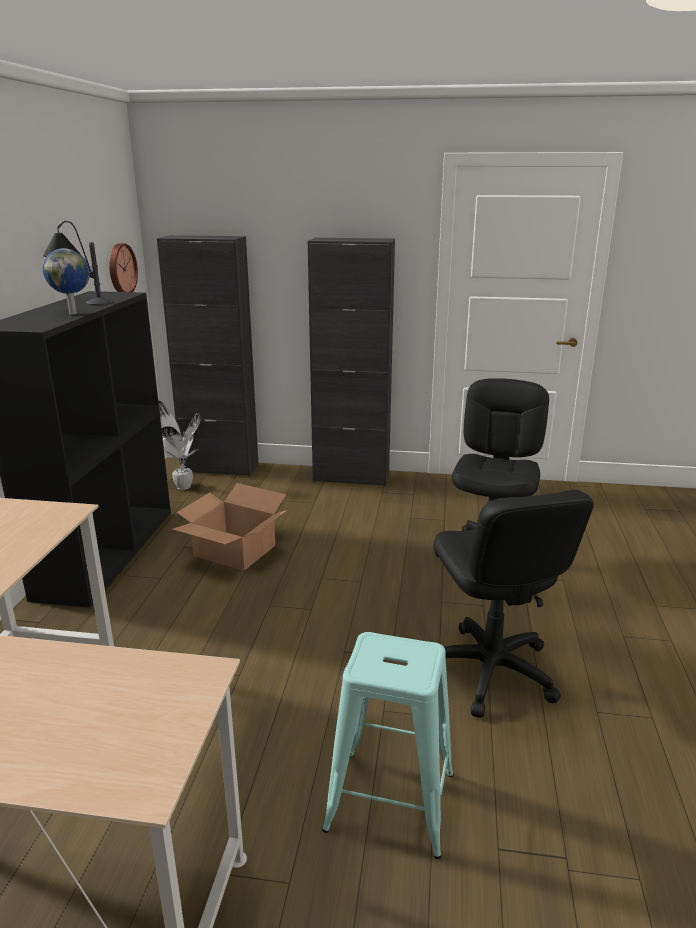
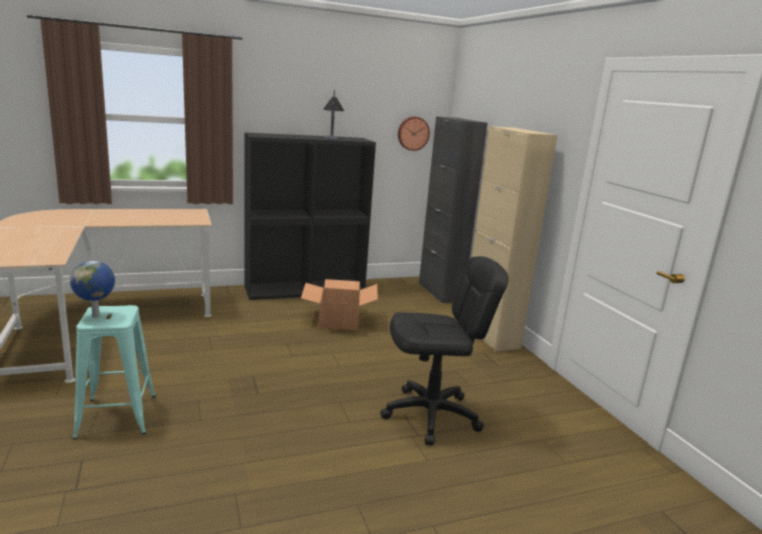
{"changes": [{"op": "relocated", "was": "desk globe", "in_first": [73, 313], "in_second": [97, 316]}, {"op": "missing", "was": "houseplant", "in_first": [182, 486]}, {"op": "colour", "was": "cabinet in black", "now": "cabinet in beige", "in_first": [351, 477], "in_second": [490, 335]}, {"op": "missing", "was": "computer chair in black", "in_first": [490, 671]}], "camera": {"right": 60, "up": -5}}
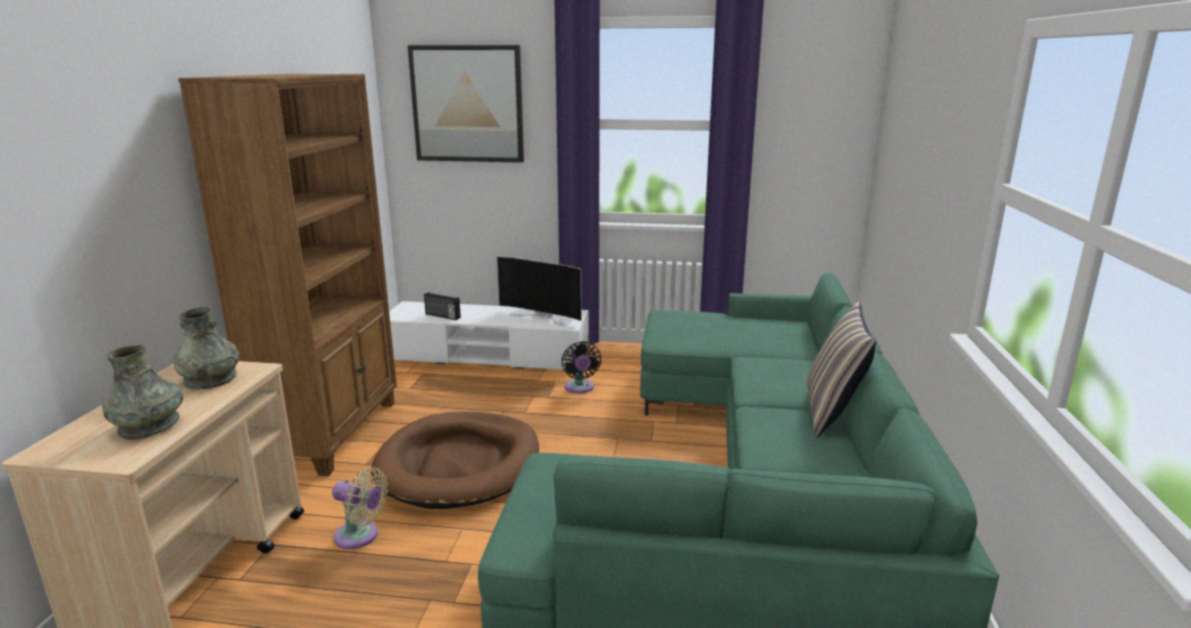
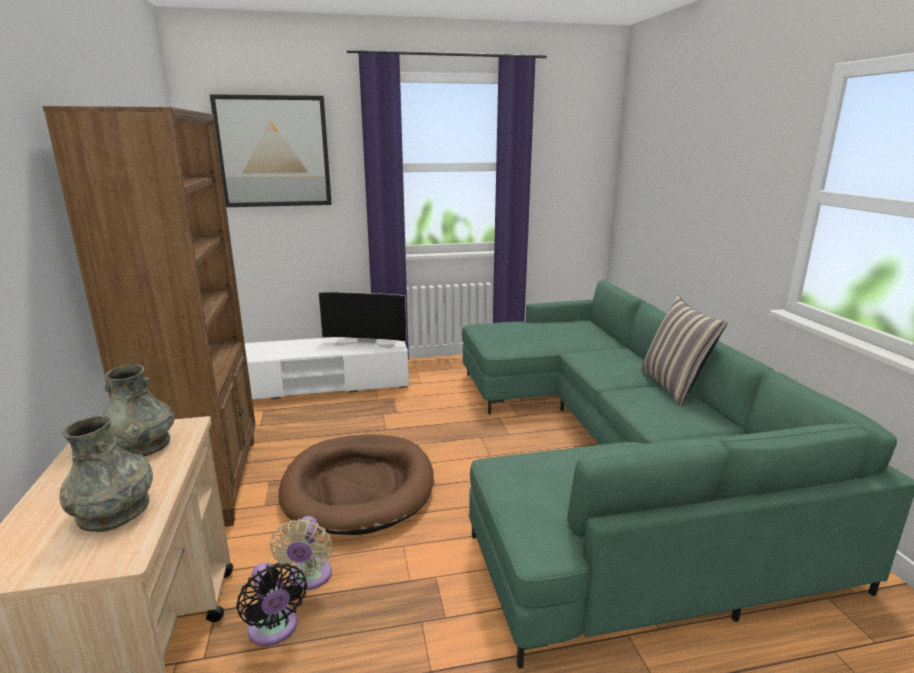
{"changes": [{"op": "spun", "was": "cooling fan in beige", "in_first": [360, 536], "in_second": [309, 578], "clockwise": 90}, {"op": "missing", "was": "radio set", "in_first": [442, 316]}, {"op": "relocated", "was": "cooling fan in black", "in_first": [579, 388], "in_second": [274, 630]}], "camera": {"right": -20, "up": 0}}
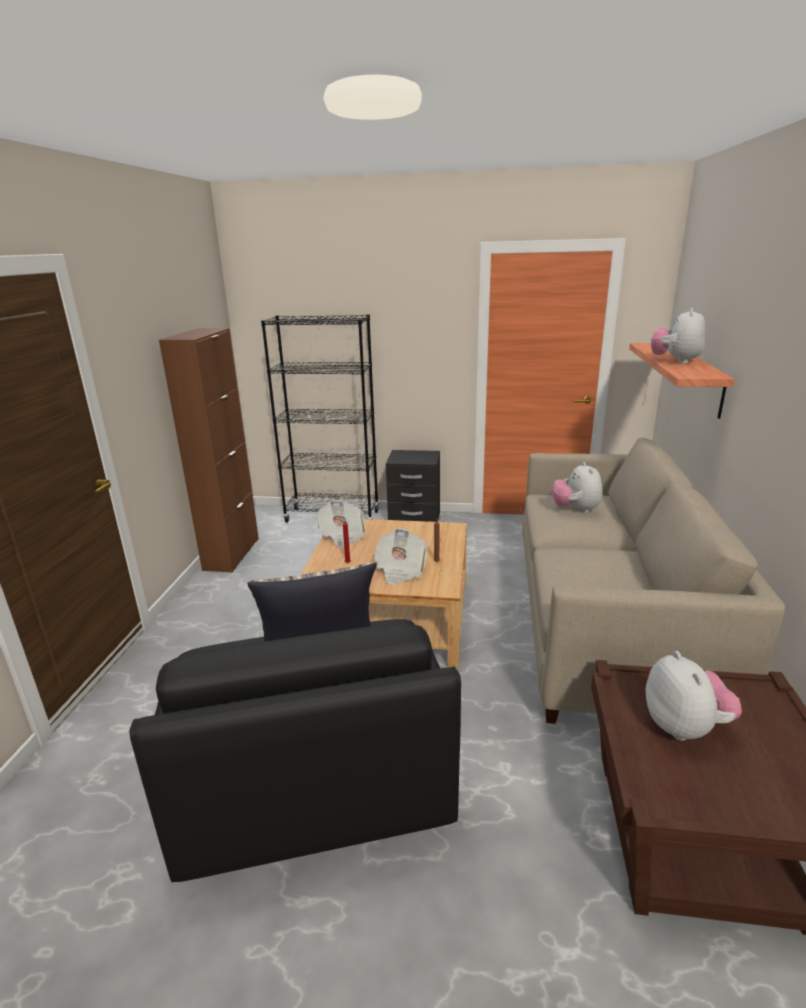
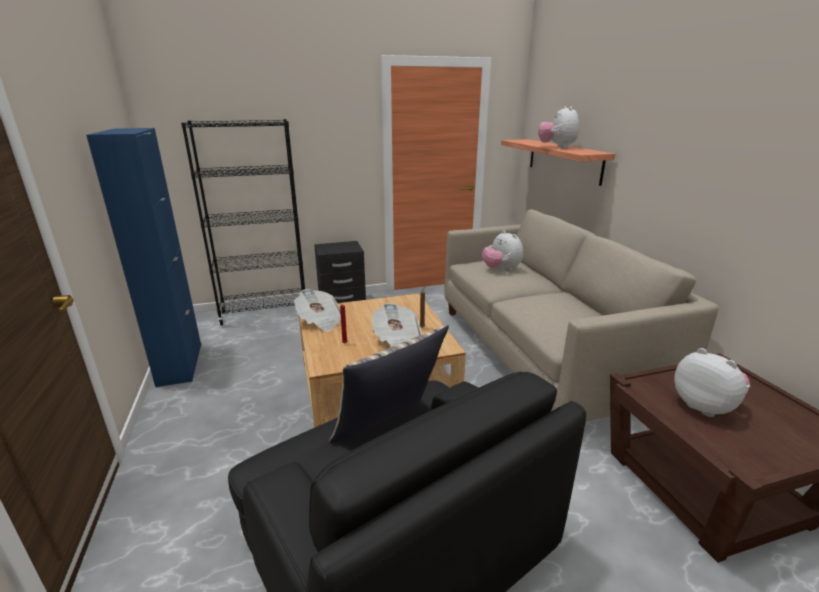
{"changes": [{"op": "colour", "was": "cabinet in brown-coloured", "now": "cabinet in blue-coloured", "in_first": [231, 554], "in_second": [180, 364]}], "camera": {"right": -25, "up": 0}}
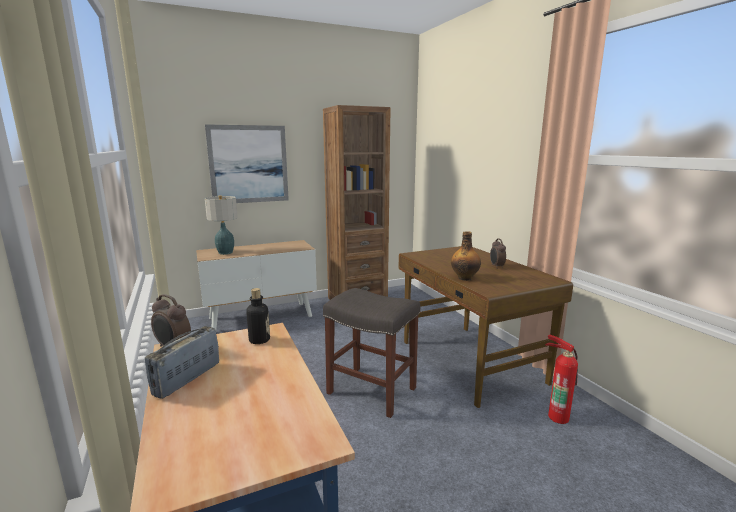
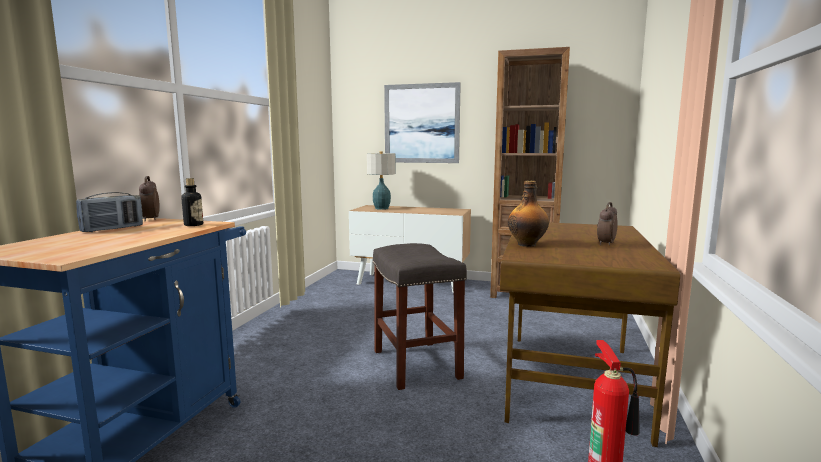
{"changes": [{"op": "spun", "was": "radio set", "in_first": [187, 379], "in_second": [112, 229], "clockwise": 150}], "camera": {"right": 40, "up": -5}}
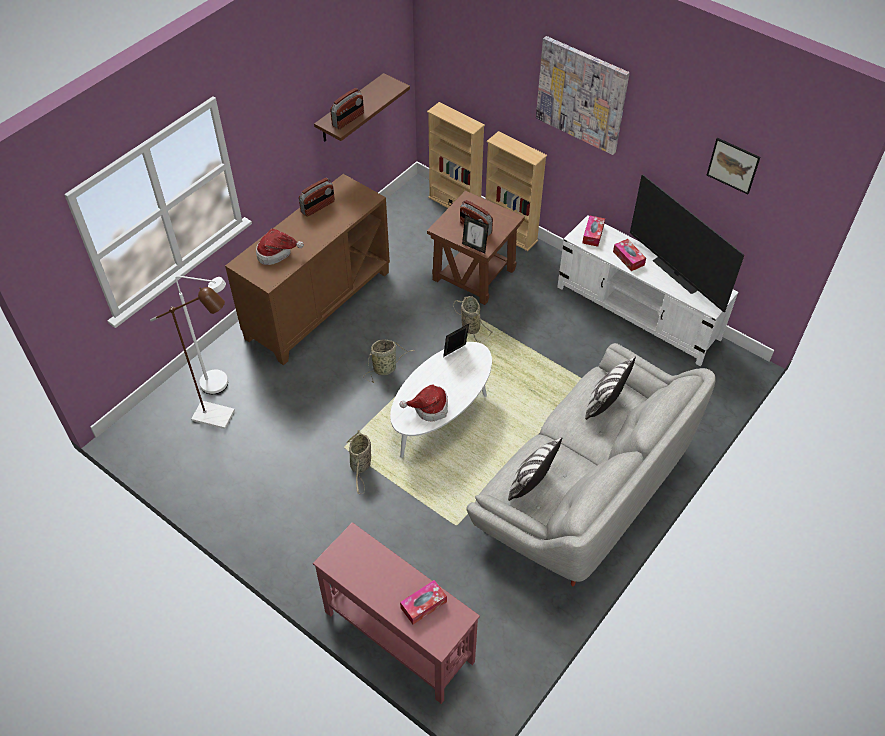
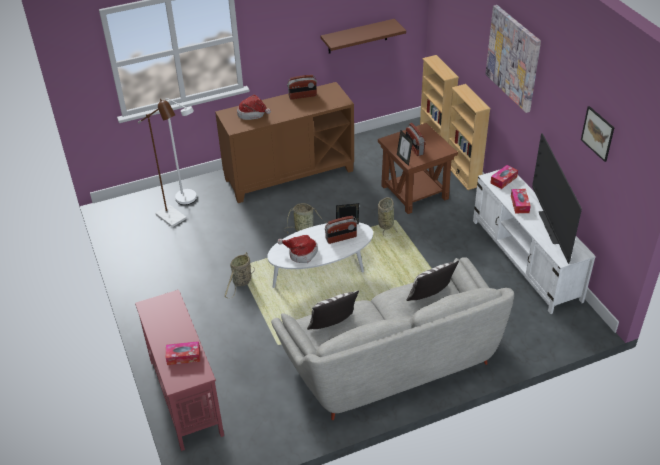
{"changes": [{"op": "relocated", "was": "radio set", "in_first": [348, 120], "in_second": [341, 238]}], "camera": {"right": 30, "up": -10}}
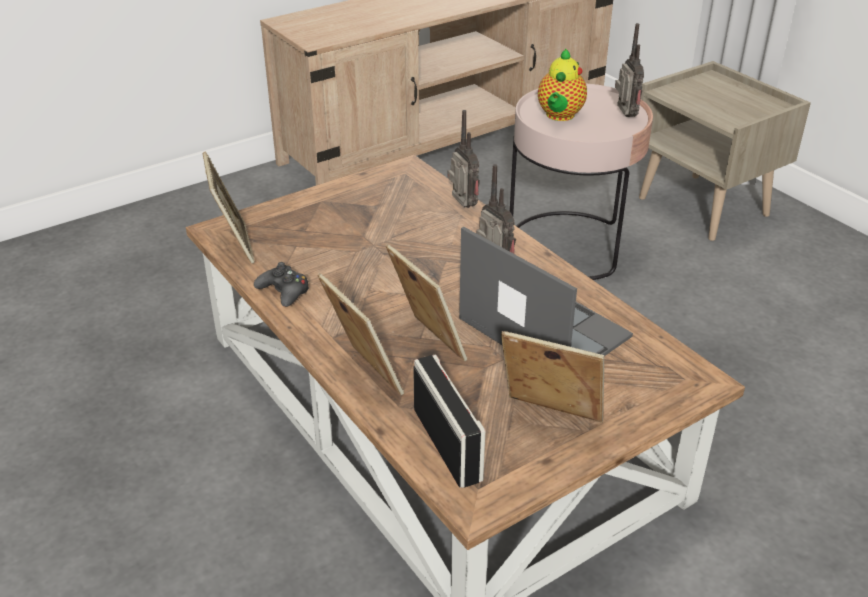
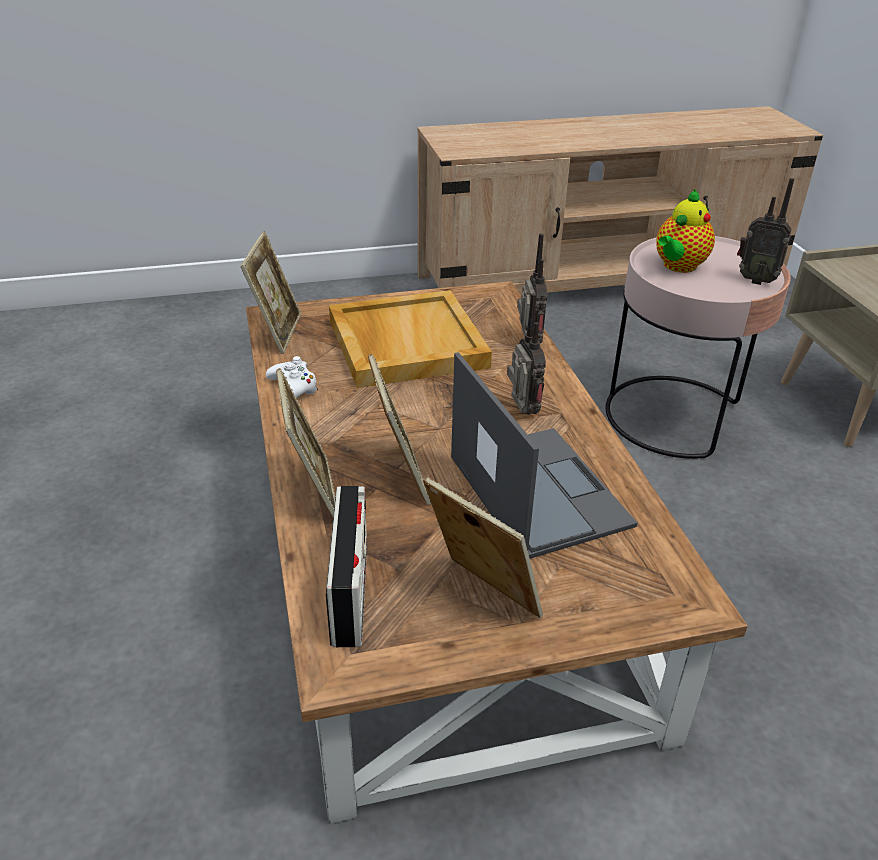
{"changes": [{"op": "colour", "was": "joypad in black", "now": "joypad in white-coloured", "in_first": [284, 291], "in_second": [293, 388]}, {"op": "spun", "was": "radio set", "in_first": [624, 116], "in_second": [754, 280], "clockwise": 105}, {"op": "appeared", "now": "tray in beige", "in_second": [405, 343]}], "camera": {"right": 20, "up": 0}}
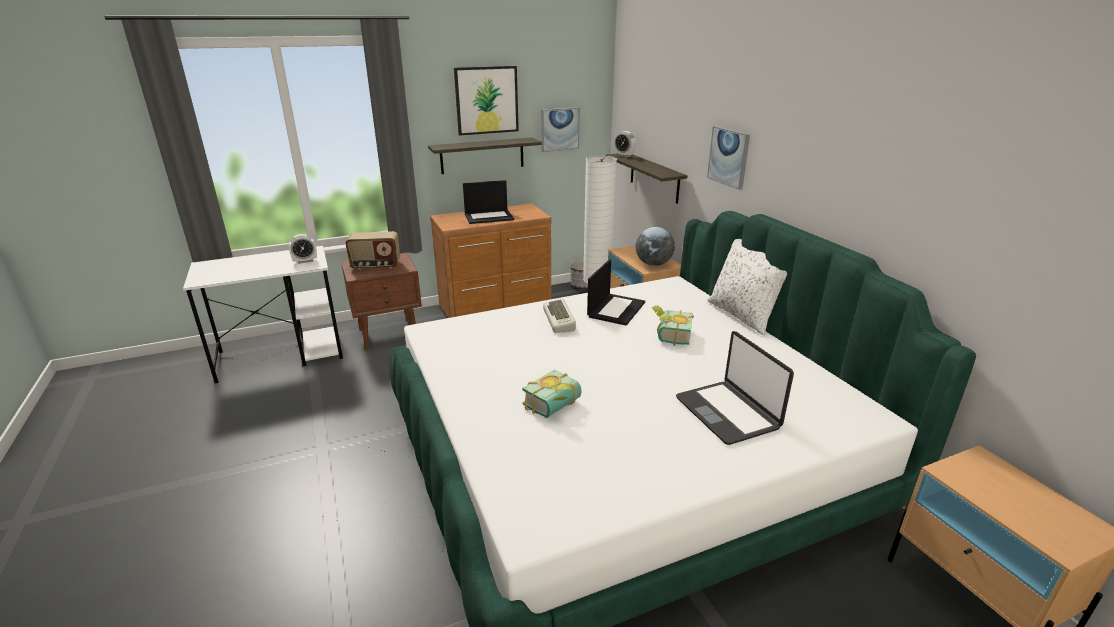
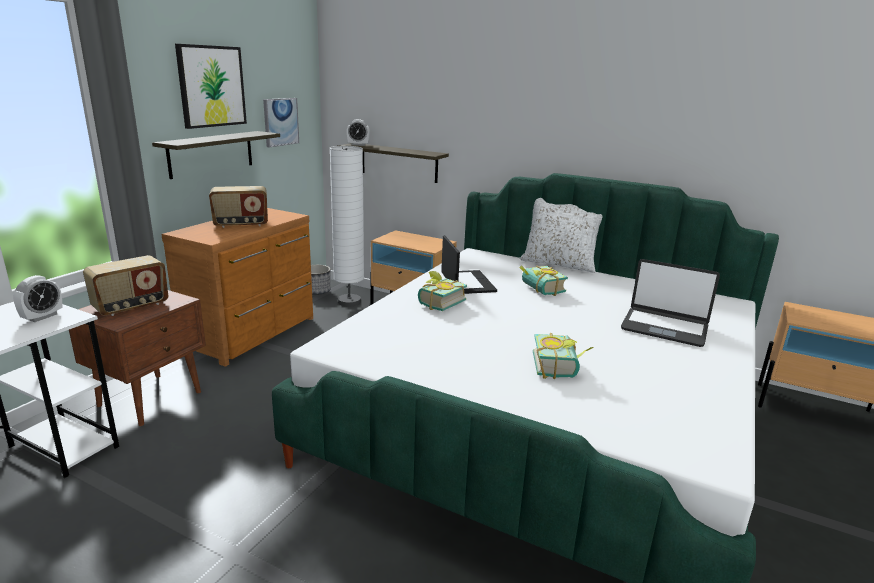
{"changes": [{"op": "exchanged", "was": "laptop", "now": "radio set", "in_first": [489, 217], "in_second": [241, 224]}, {"op": "exchanged", "was": "keyboard", "now": "book", "in_first": [560, 320], "in_second": [438, 302]}, {"op": "missing", "was": "desk globe", "in_first": [653, 264]}, {"op": "missing", "was": "picture", "in_first": [728, 157]}], "camera": {"right": -40, "up": -5}}
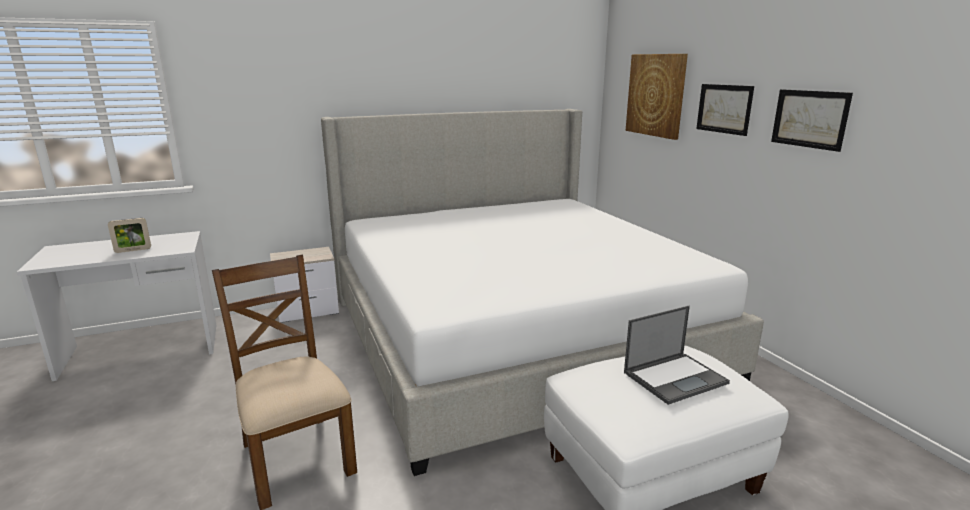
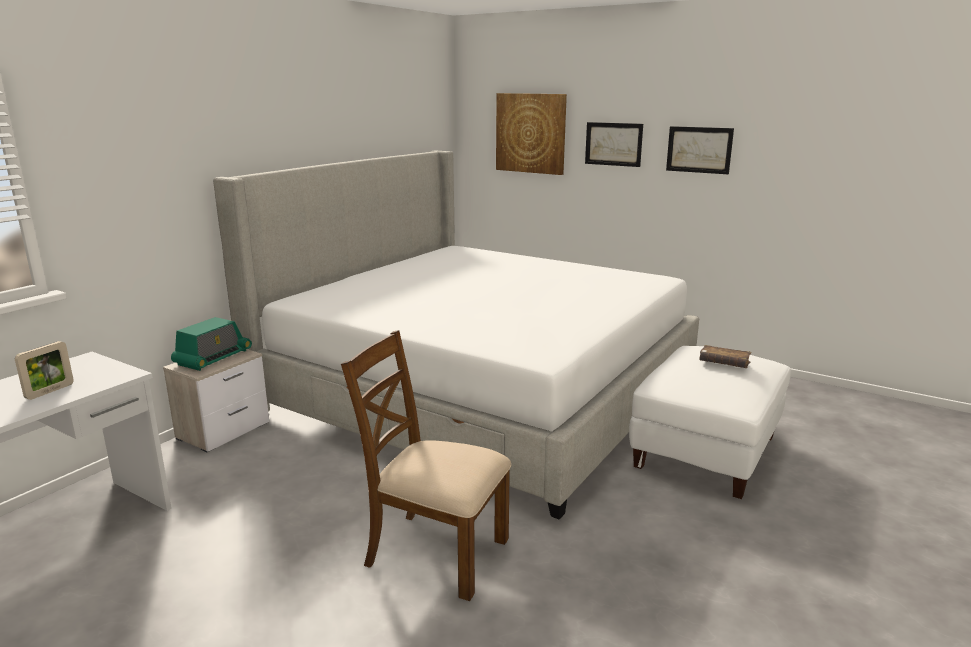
{"changes": [{"op": "exchanged", "was": "laptop", "now": "book in brown-coloured", "in_first": [675, 377], "in_second": [724, 363]}, {"op": "appeared", "now": "radio set", "in_second": [213, 358]}], "camera": {"right": -35, "up": 0}}
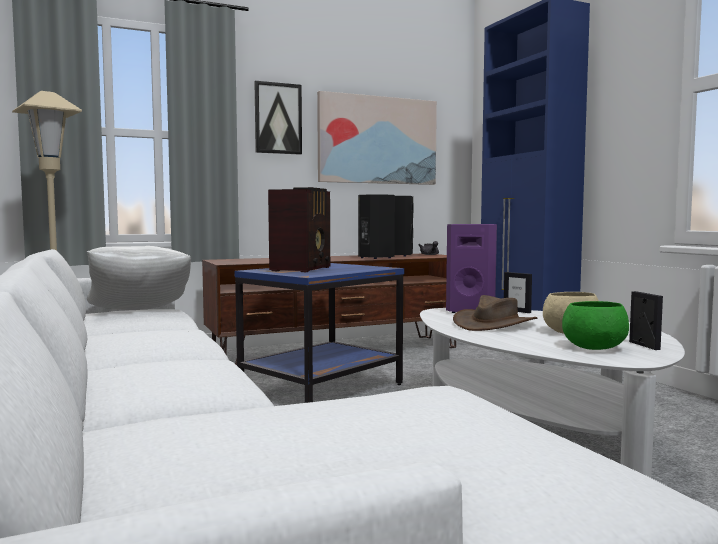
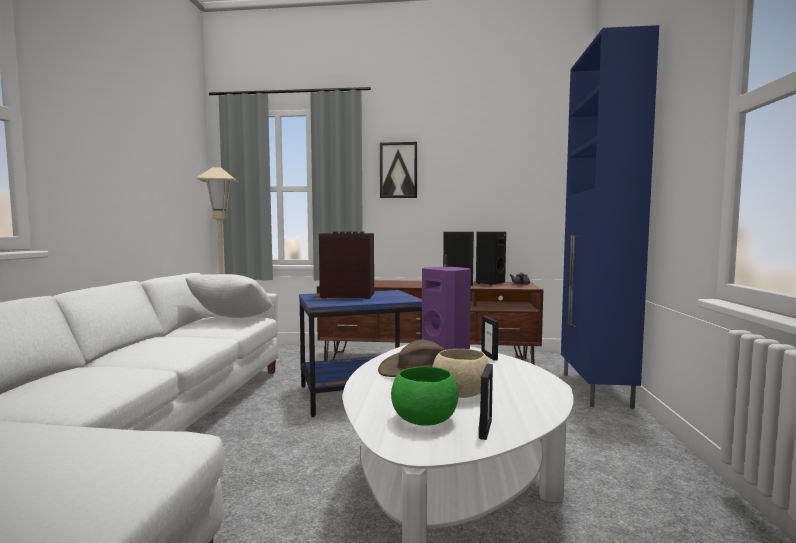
{"changes": [{"op": "spun", "was": "radio set", "in_first": [302, 269], "in_second": [346, 296], "clockwise": -135}, {"op": "missing", "was": "picture", "in_first": [377, 140]}], "camera": {"right": 30, "up": 0}}
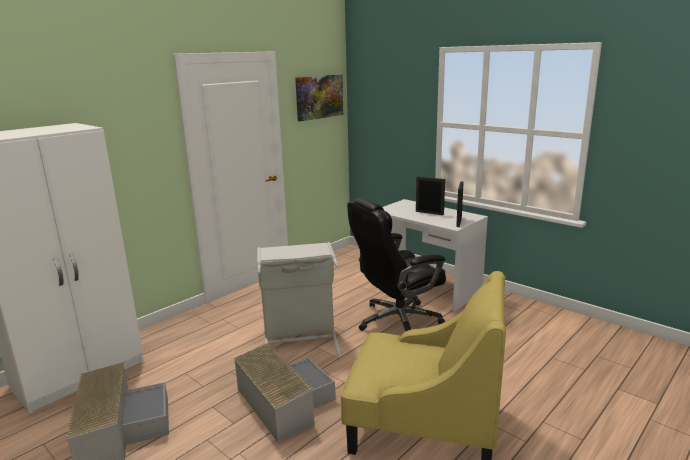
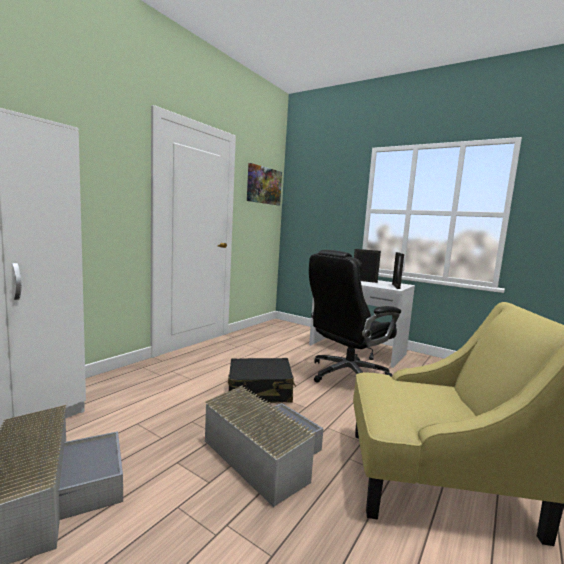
{"changes": [{"op": "exchanged", "was": "laundry basket in greyish", "now": "piece of luggage in black", "in_first": [300, 341], "in_second": [260, 391]}], "camera": {"right": -10, "up": -10}}
